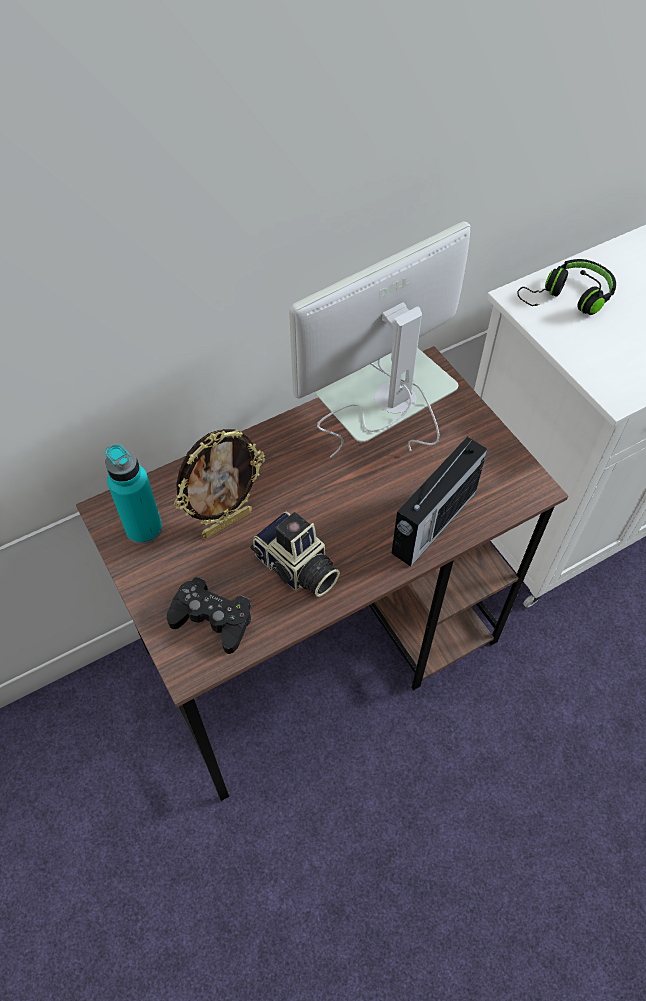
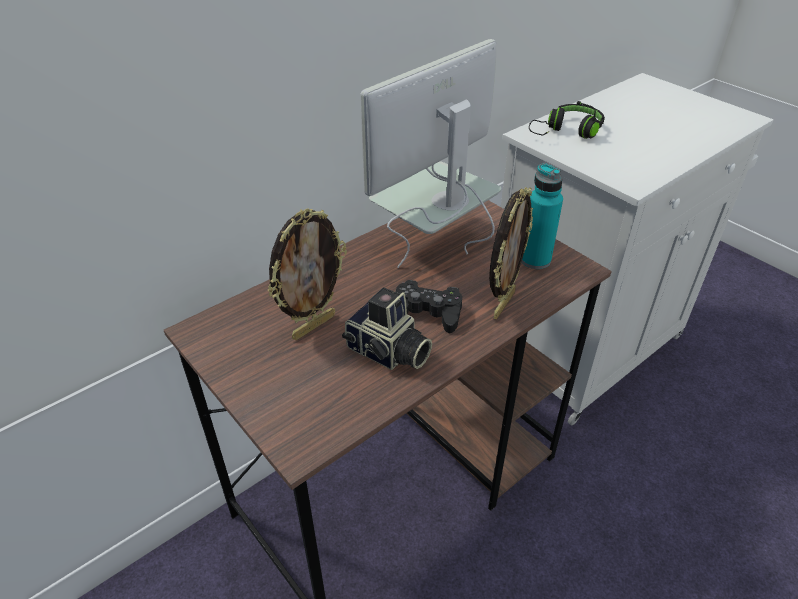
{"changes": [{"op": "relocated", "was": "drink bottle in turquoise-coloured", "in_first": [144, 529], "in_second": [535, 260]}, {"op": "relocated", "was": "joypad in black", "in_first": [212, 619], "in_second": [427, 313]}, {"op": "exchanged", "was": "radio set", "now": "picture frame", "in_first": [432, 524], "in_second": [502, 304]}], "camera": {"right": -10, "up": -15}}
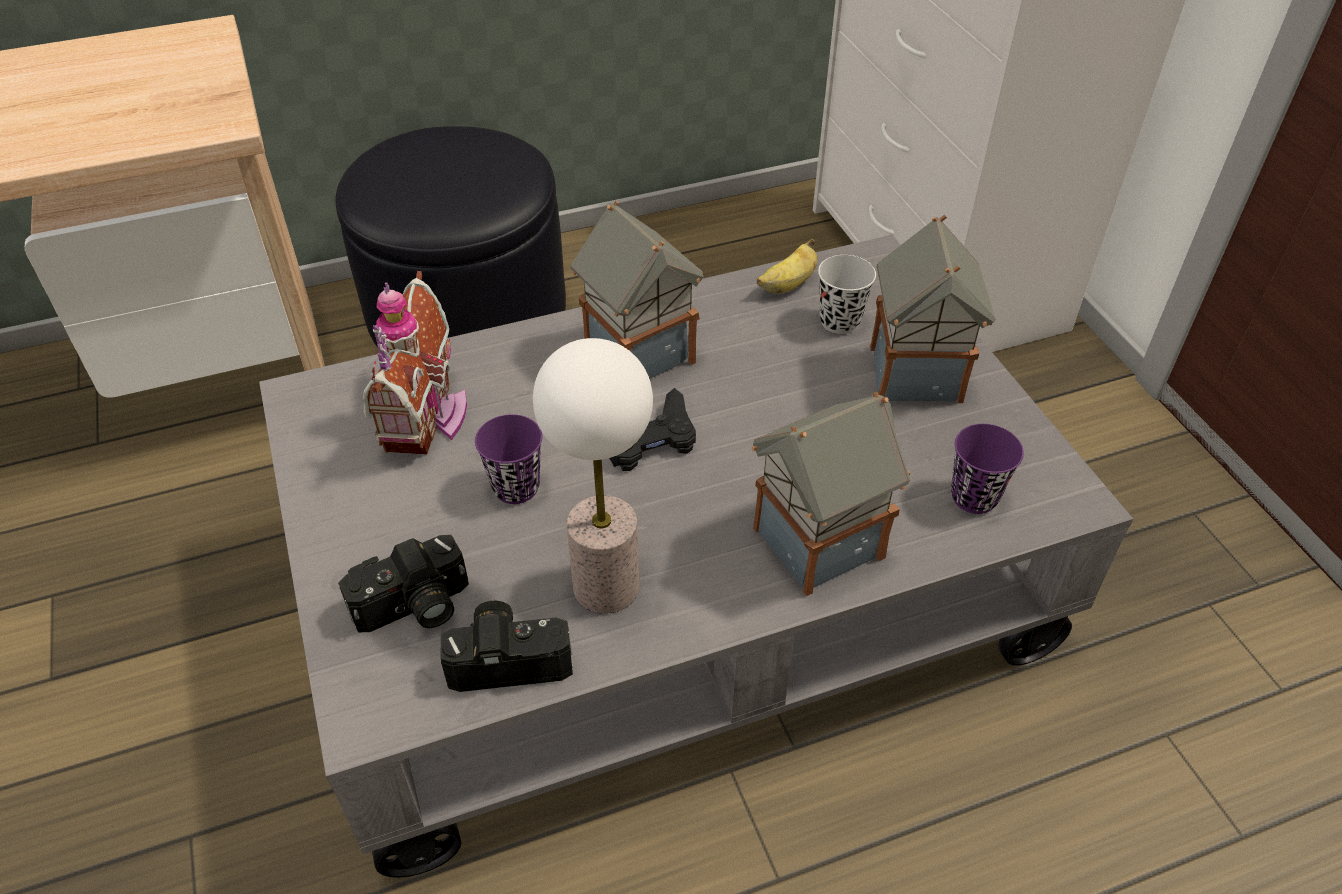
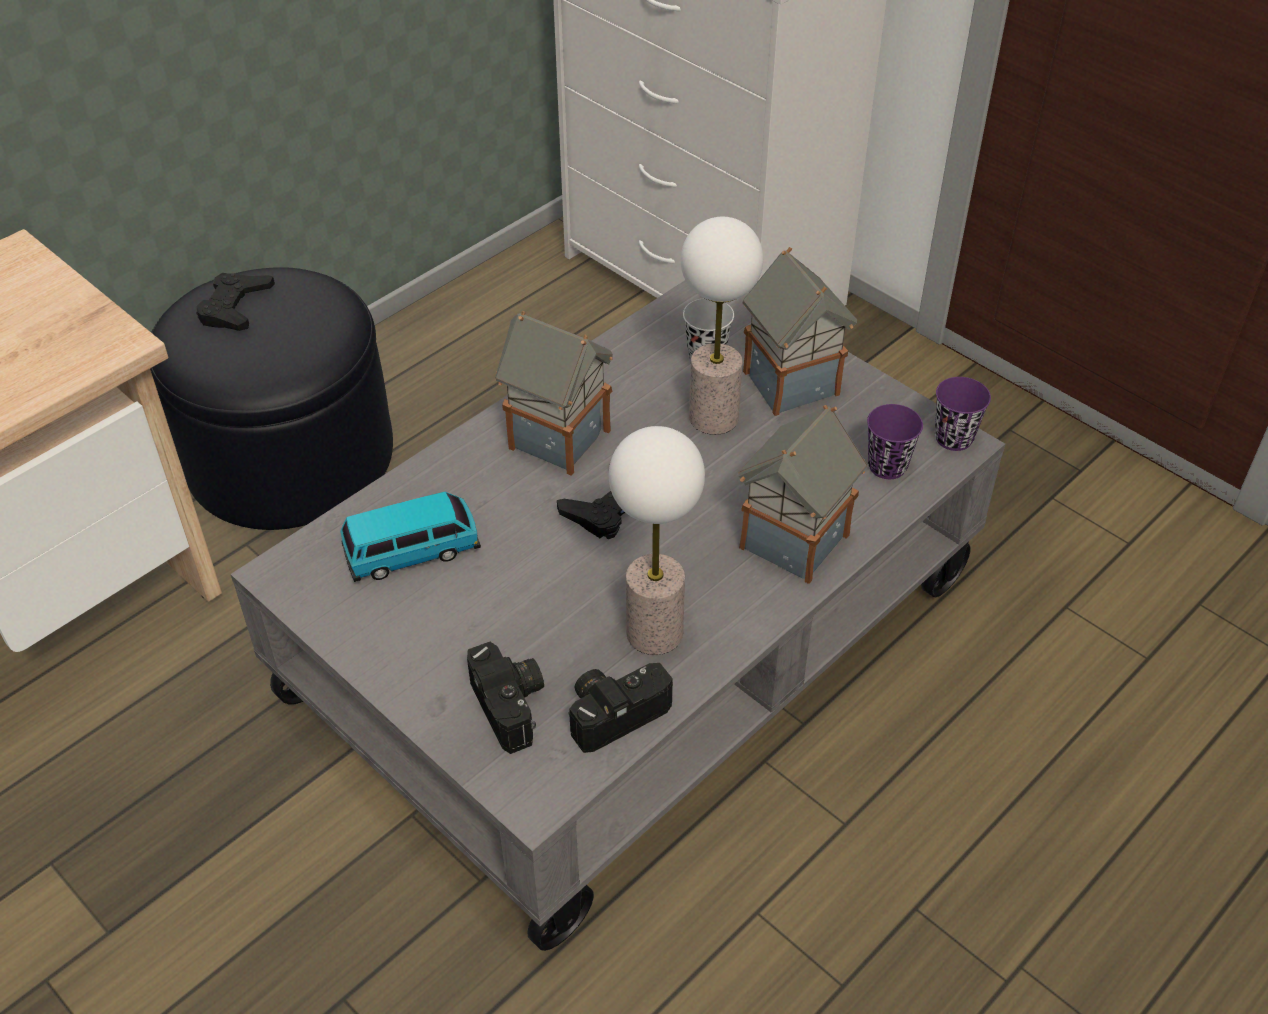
{"changes": [{"op": "spun", "was": "still camera", "in_first": [414, 608], "in_second": [513, 706], "clockwise": -60}, {"op": "exchanged", "was": "miniature house", "now": "toy car", "in_first": [428, 417], "in_second": [412, 552]}, {"op": "relocated", "was": "cup in purple", "in_first": [516, 487], "in_second": [953, 438]}, {"op": "missing", "was": "whole banana", "in_first": [788, 285]}, {"op": "appeared", "now": "joypad in black", "in_second": [235, 307]}, {"op": "appeared", "now": "tabletop lamp", "in_second": [713, 417]}], "camera": {"right": -25, "up": 0}}
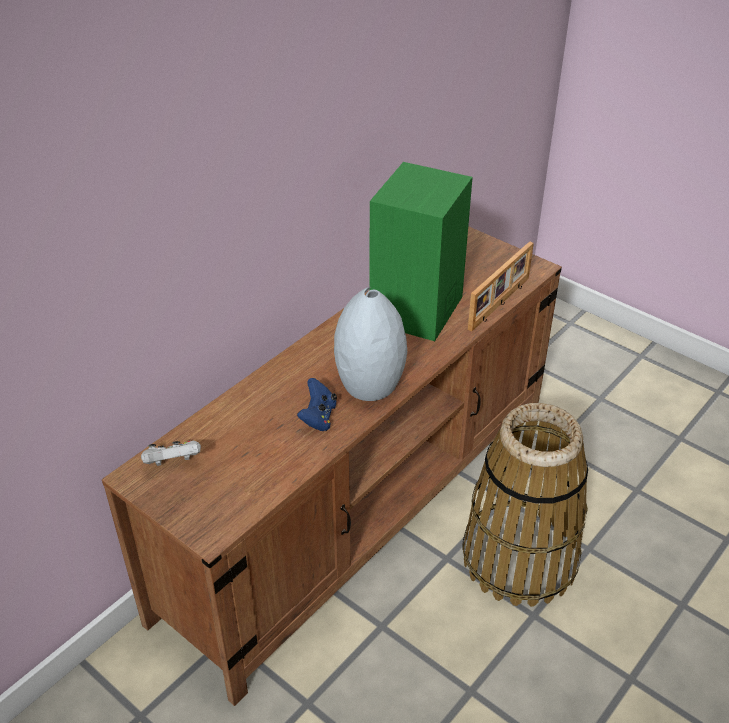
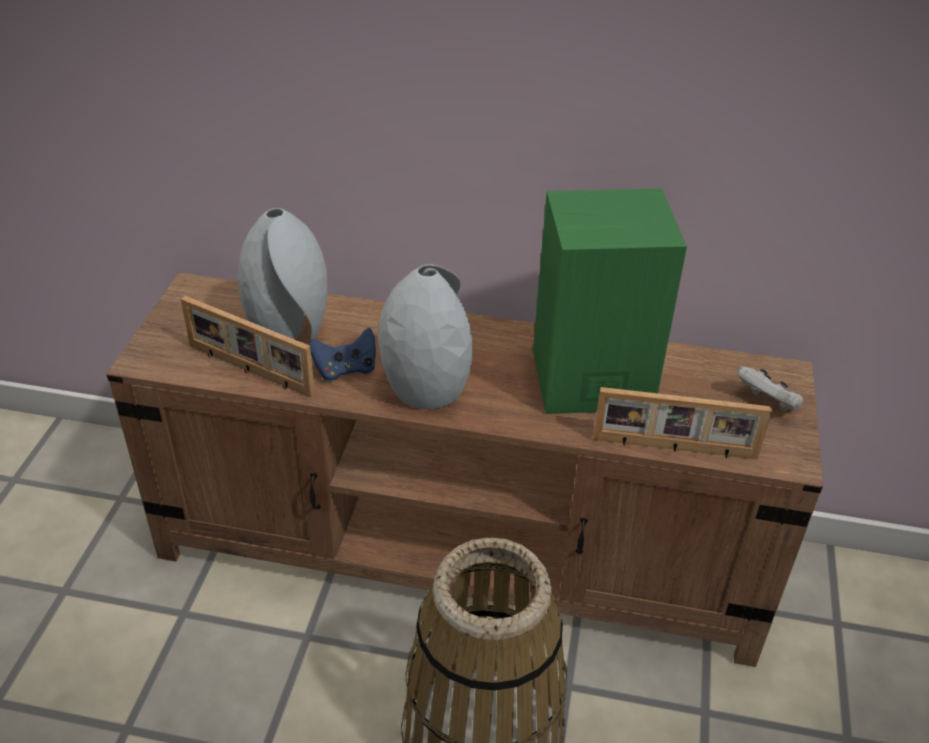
{"changes": [{"op": "relocated", "was": "joypad in white-coloured", "in_first": [173, 463], "in_second": [767, 403]}, {"op": "appeared", "now": "picture frame", "in_second": [249, 371]}, {"op": "appeared", "now": "vase in greyish", "in_second": [290, 328]}], "camera": {"right": 60, "up": 0}}
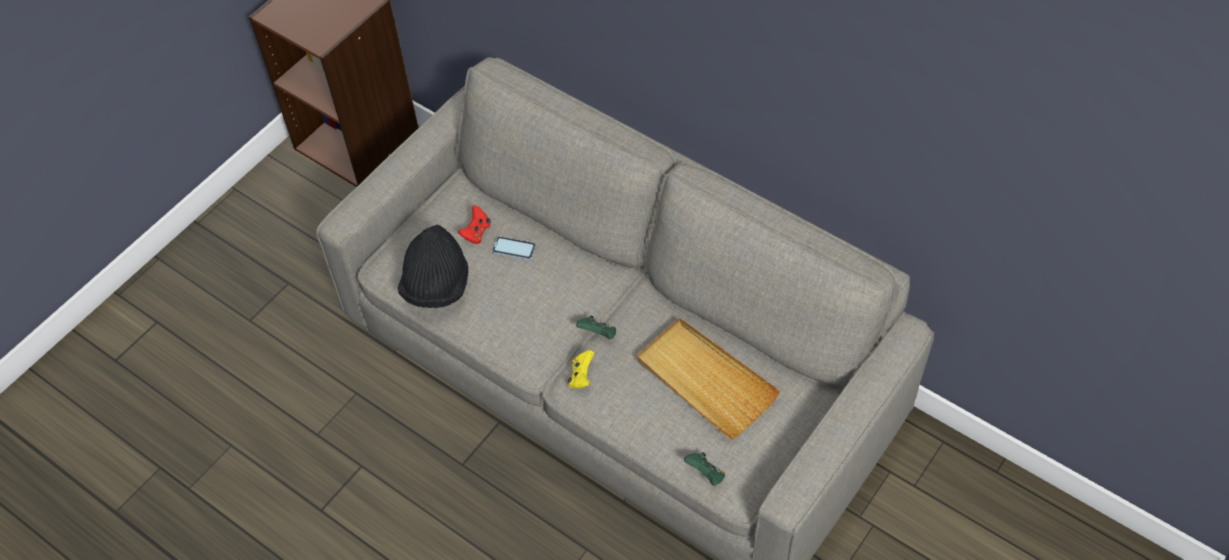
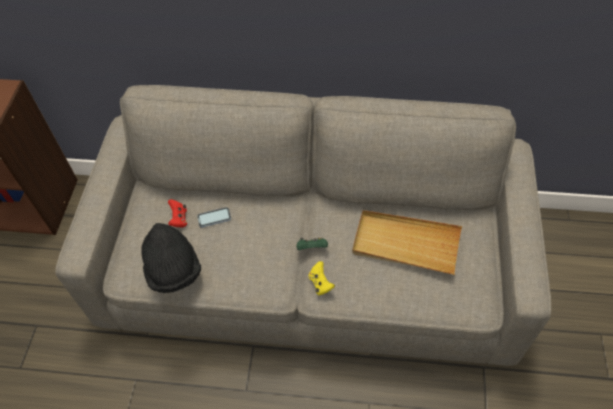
{"changes": [{"op": "missing", "was": "joypad in green", "in_first": [705, 474]}], "camera": {"right": -30, "up": 0}}
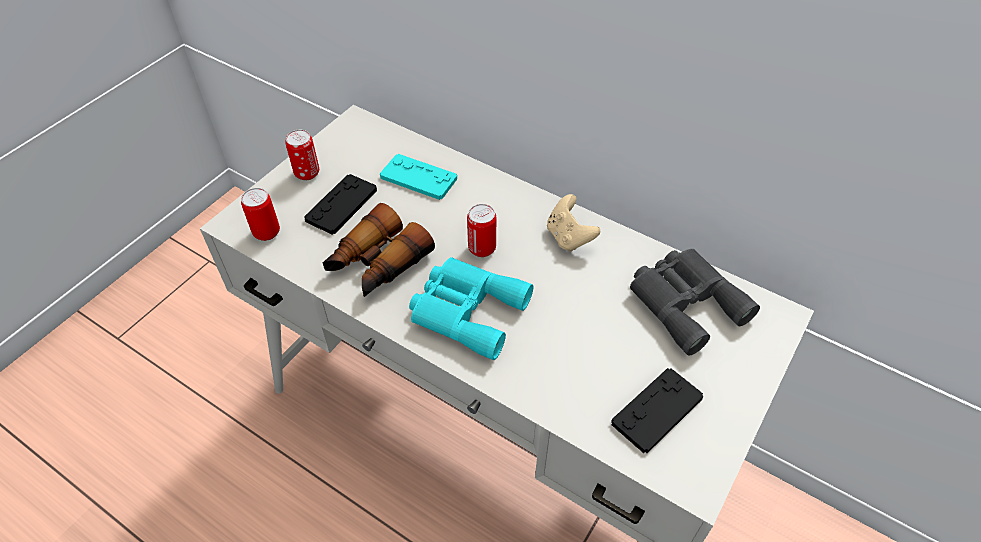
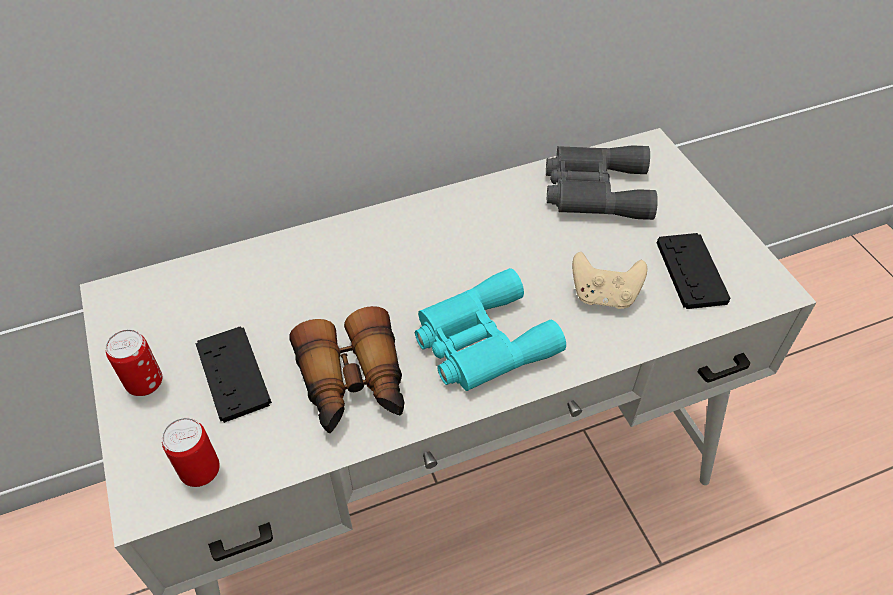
{"changes": [{"op": "missing", "was": "joypad in turquoise-coloured", "in_first": [418, 178]}, {"op": "missing", "was": "metal can", "in_first": [482, 248]}, {"op": "relocated", "was": "joypad in beige", "in_first": [569, 237], "in_second": [604, 296]}], "camera": {"right": -55, "up": 0}}
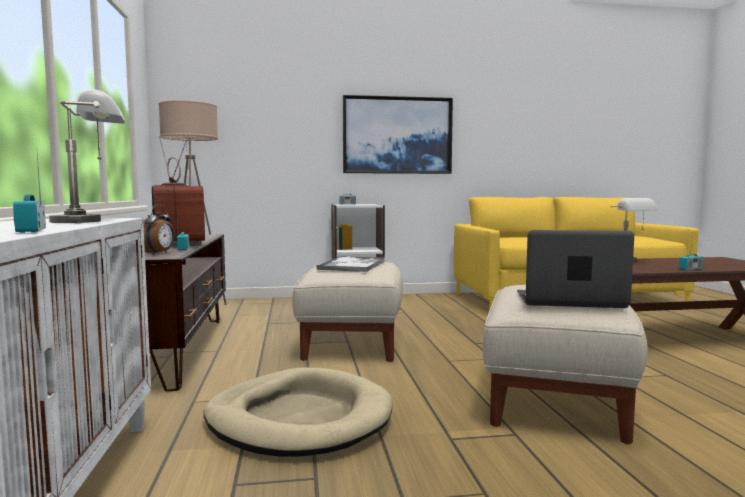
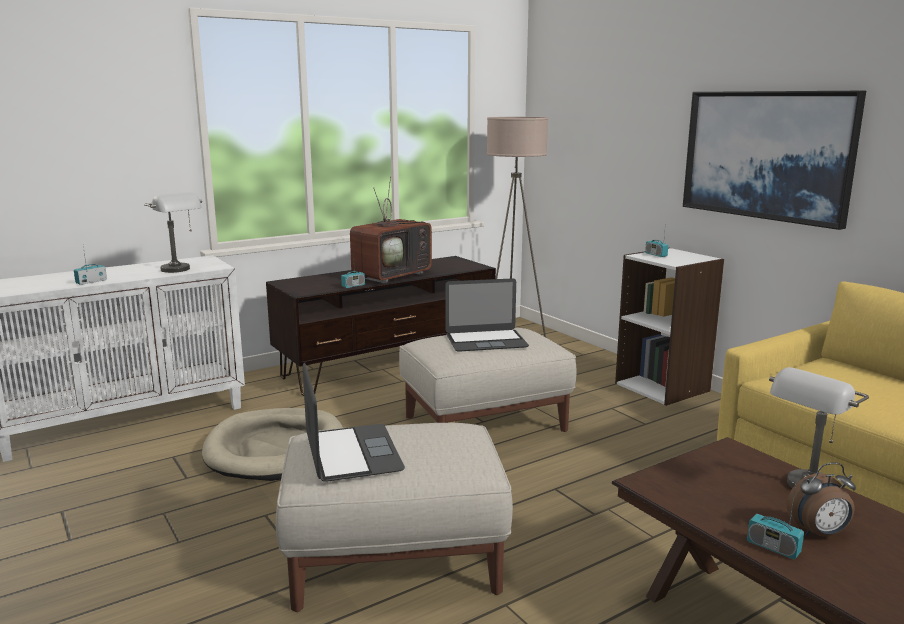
{"changes": [{"op": "relocated", "was": "alarm clock", "in_first": [158, 253], "in_second": [818, 534]}, {"op": "exchanged", "was": "tray", "now": "laptop", "in_first": [353, 265], "in_second": [486, 340]}], "camera": {"right": 65, "up": 10}}
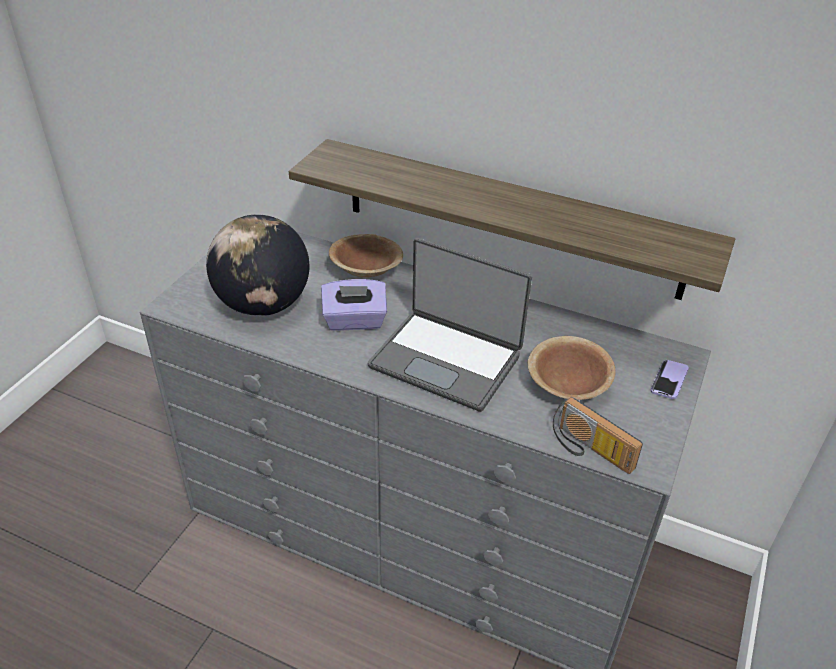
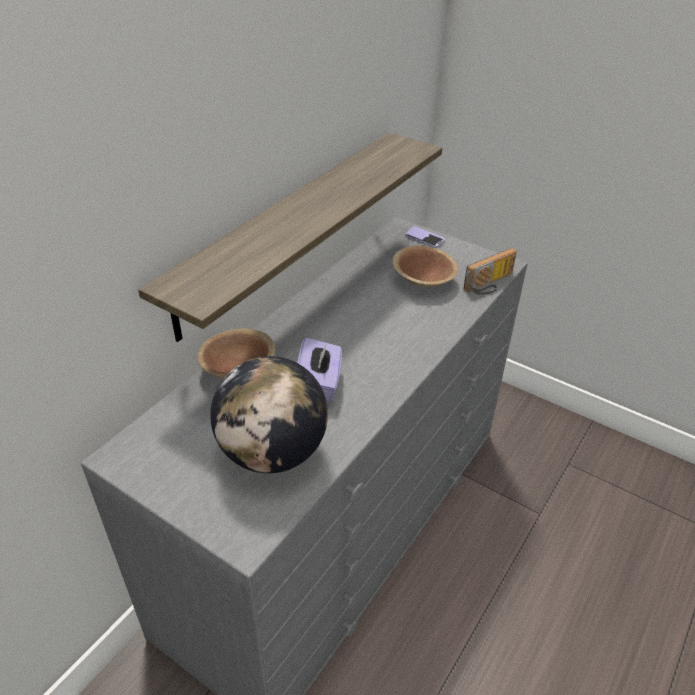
{"changes": [{"op": "missing", "was": "laptop", "in_first": [447, 359]}], "camera": {"right": -80, "up": 0}}
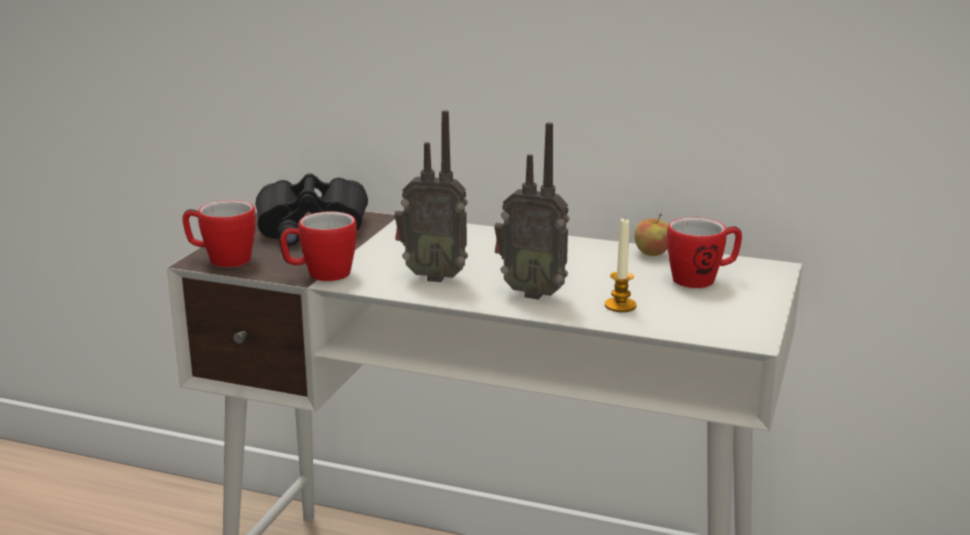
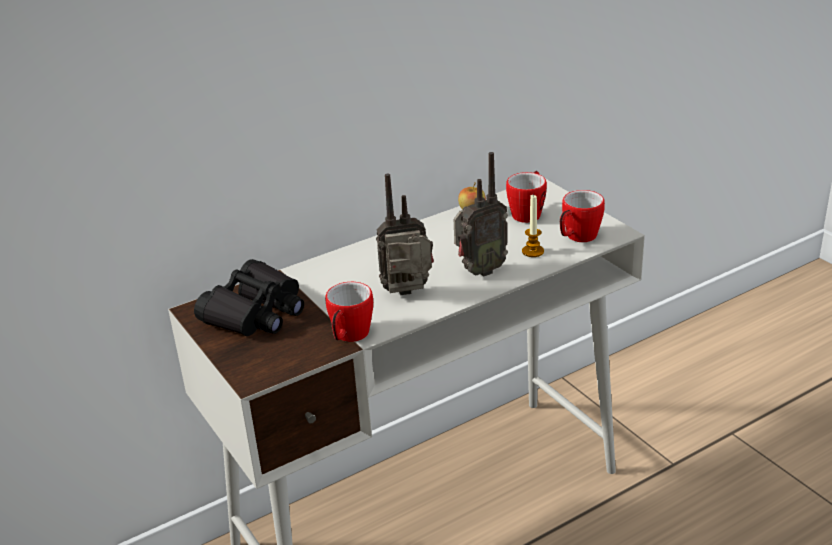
{"changes": [{"op": "relocated", "was": "tea mug", "in_first": [221, 260], "in_second": [577, 238]}, {"op": "spun", "was": "radio set", "in_first": [433, 276], "in_second": [409, 295], "clockwise": -150}], "camera": {"right": -50, "up": 10}}
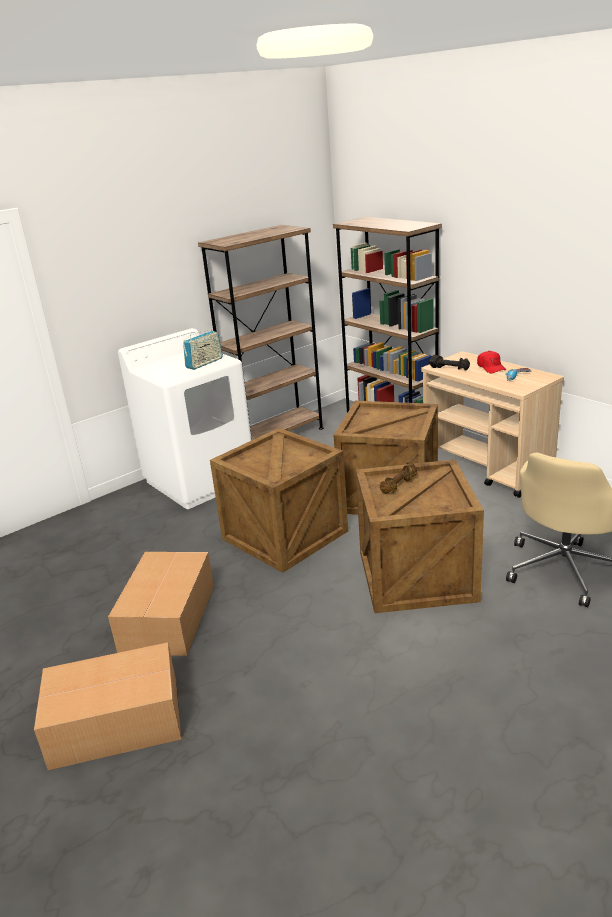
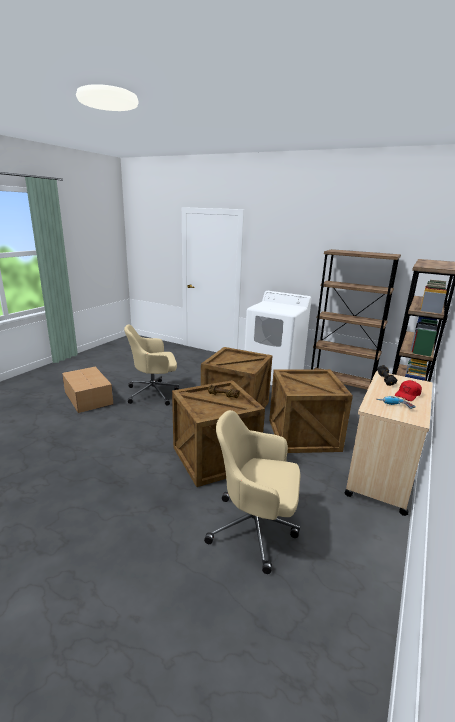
{"changes": [{"op": "exchanged", "was": "packing box", "now": "computer chair in beige", "in_first": [167, 619], "in_second": [154, 393]}, {"op": "missing", "was": "radio set", "in_first": [204, 363]}], "camera": {"right": 65, "up": -5}}
